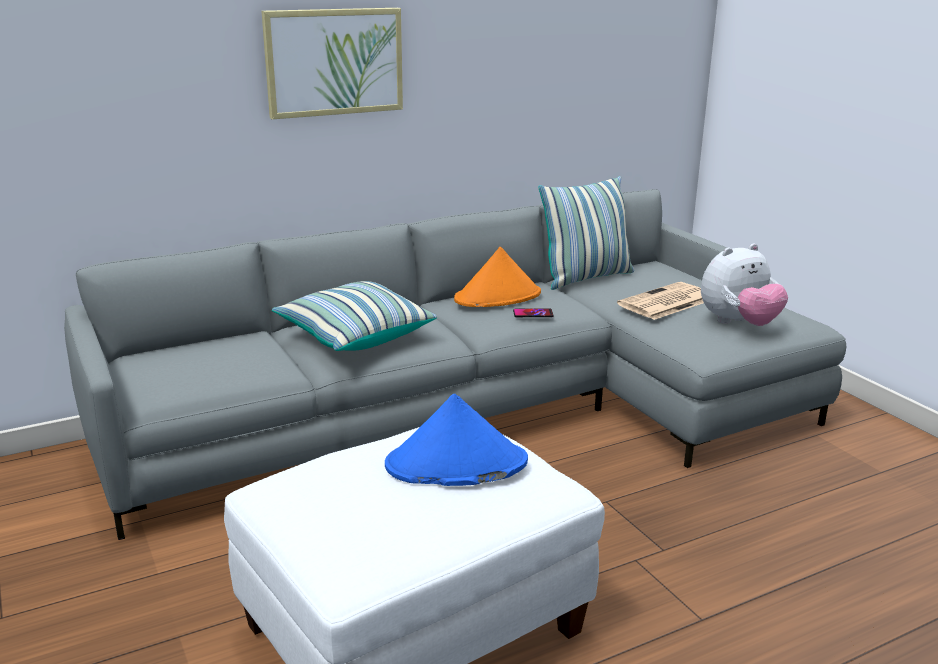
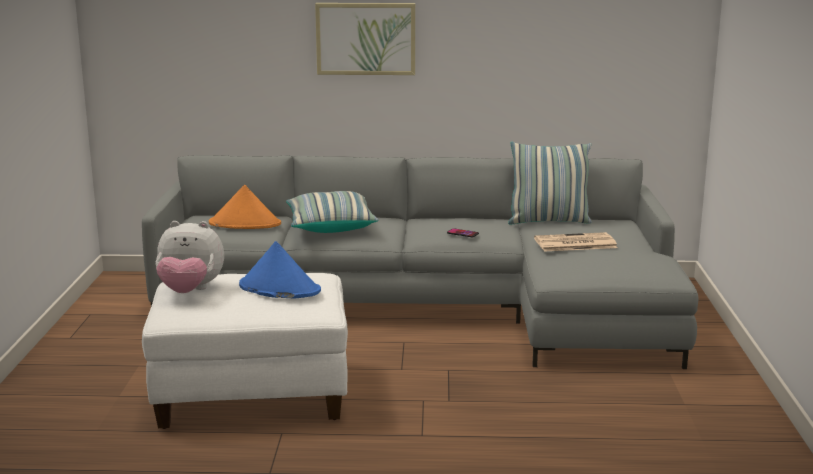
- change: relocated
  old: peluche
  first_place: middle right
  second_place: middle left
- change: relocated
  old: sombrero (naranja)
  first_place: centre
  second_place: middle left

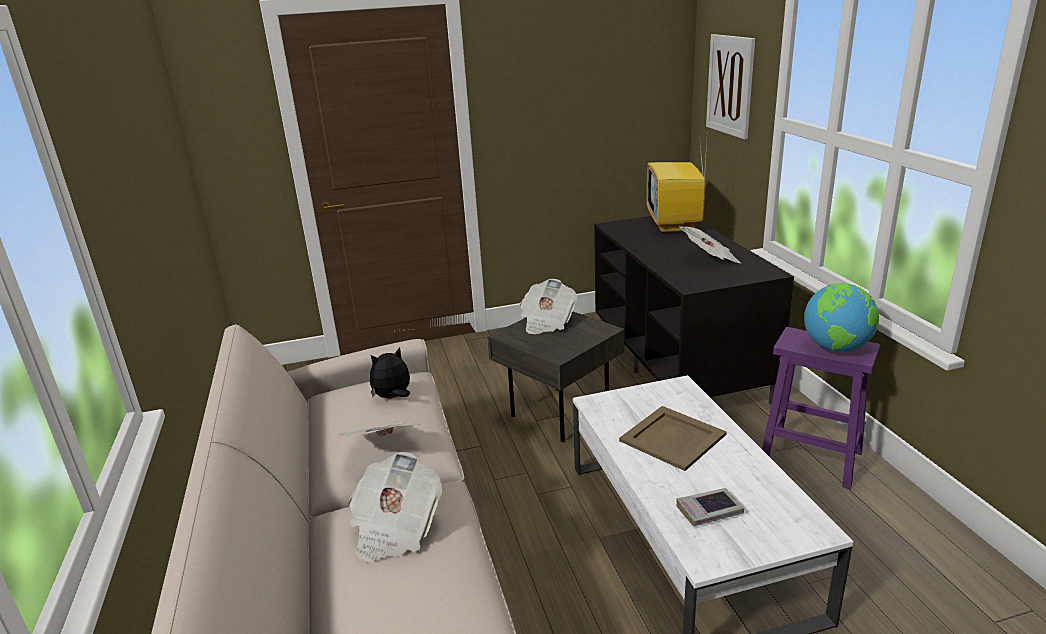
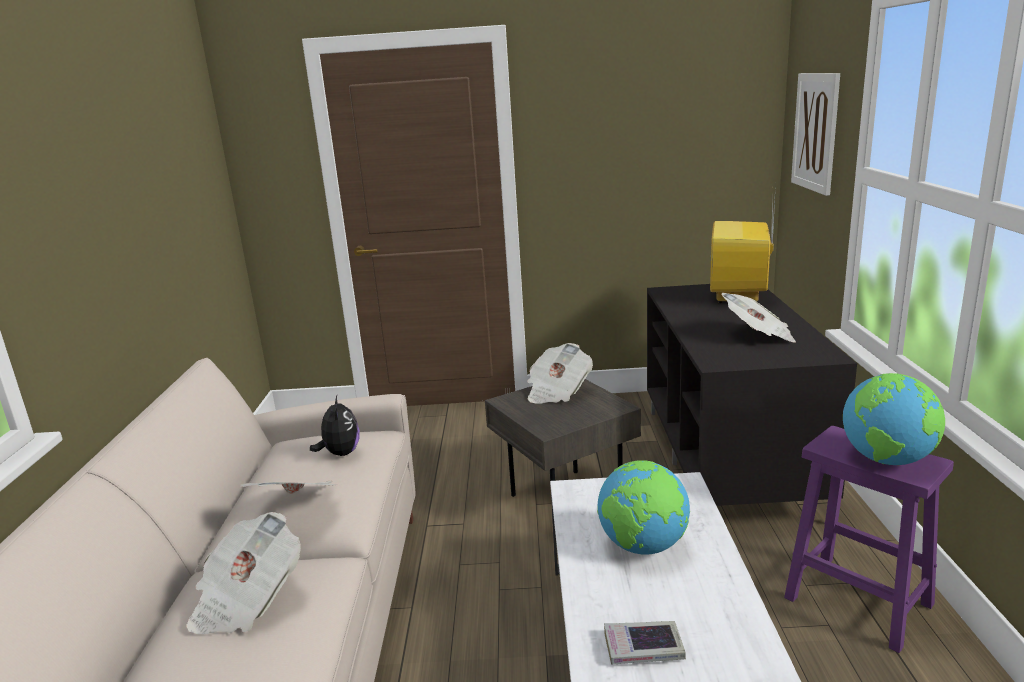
- change: spun
  old: peluche
  first_place: centre
  second_place: middle left
  degrees: 90
- change: exchanged
  old: bandeja (beis)
  new: globo terráqueo (no. 1 from left)
  first_place: bottom centre
  second_place: bottom centre

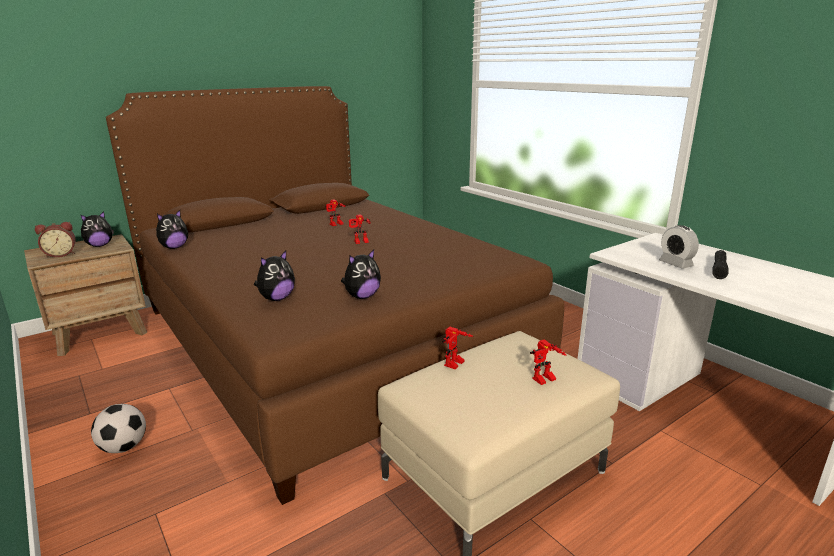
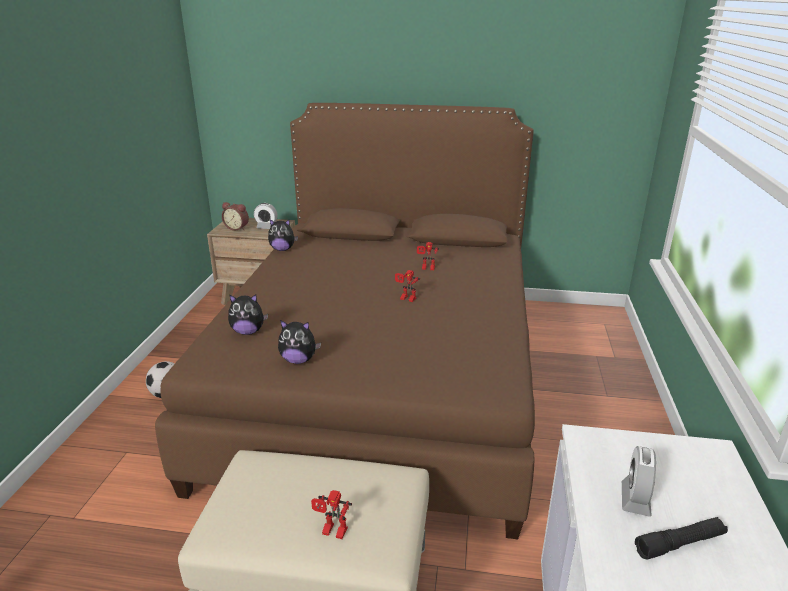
- change: exchanged
  old: peluche (no. 1 from left)
  new: despertador (no. 2 from left)
  first_place: middle left
  second_place: centre
- change: missing
  old: robot de juguete (no. 3 from left)
  first_place: centre

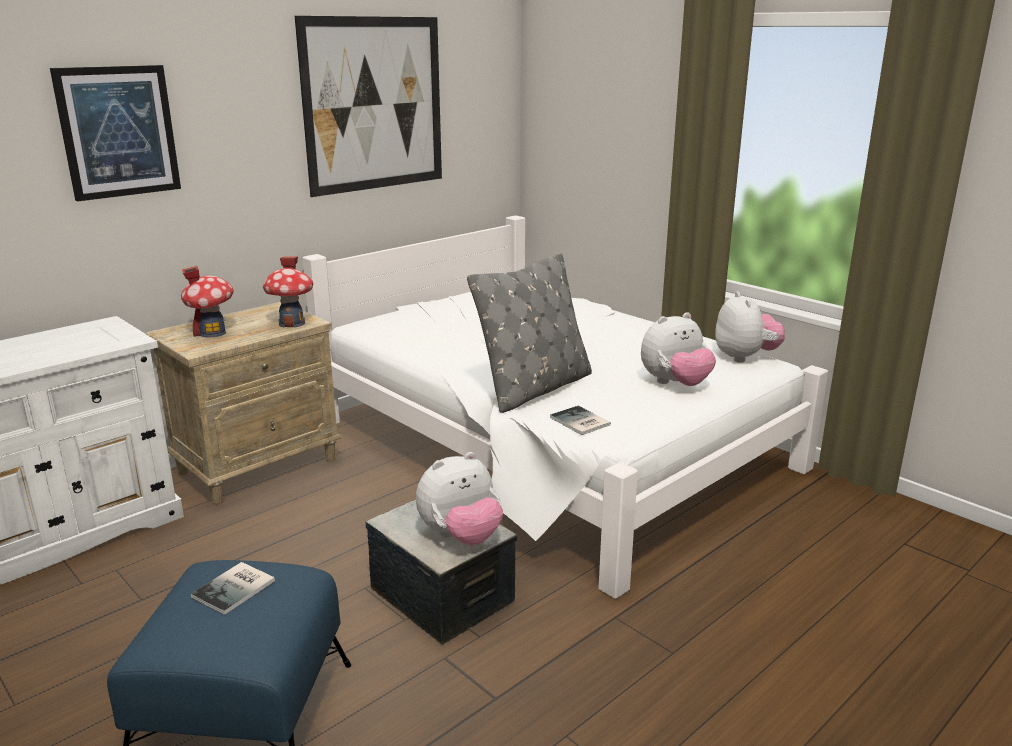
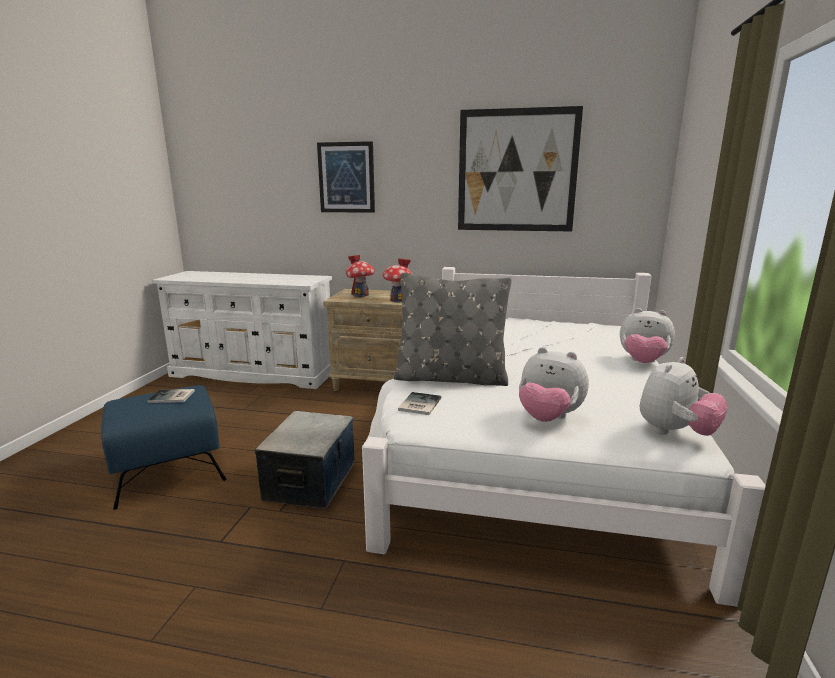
- change: relocated
  old: peluche (no. 1 from left in the first image)
  new: peluche (no. 2 from left)
  first_place: bottom centre
  second_place: middle right

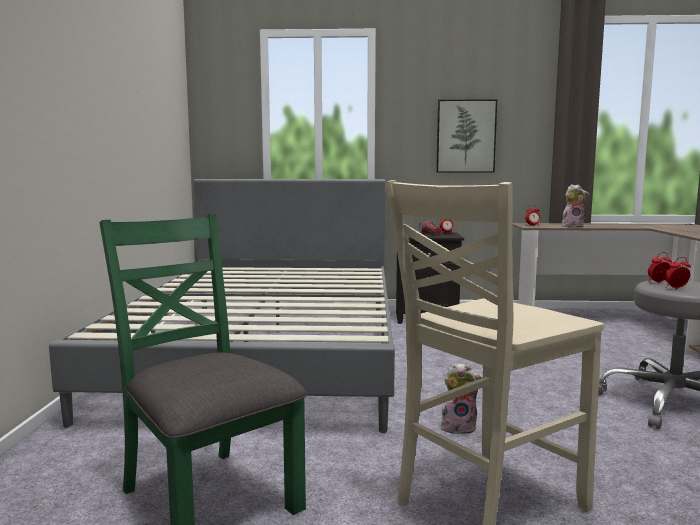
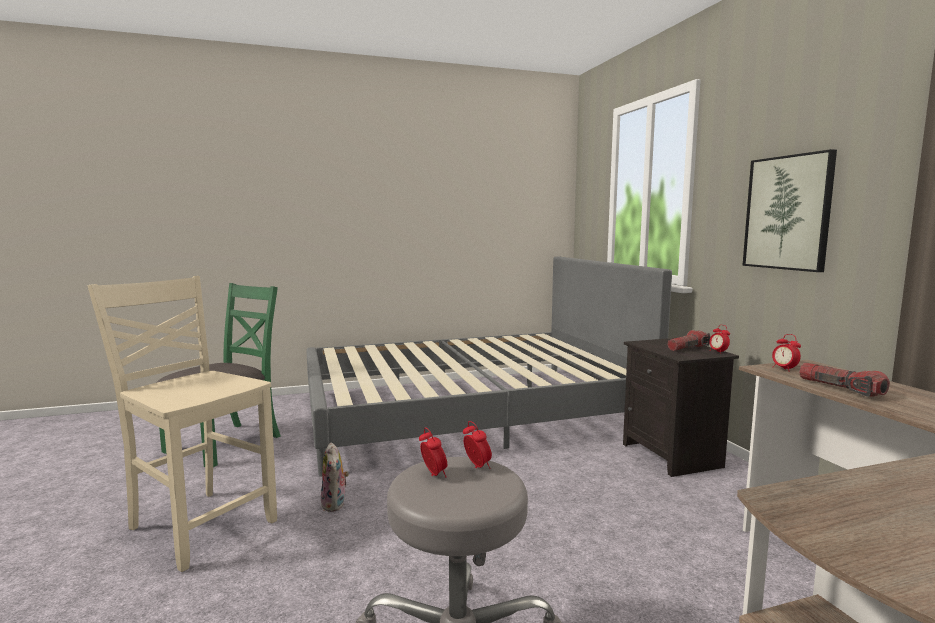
- change: exchanged
  old: peluche (no. 2 from left)
  new: linterna (no. 2 from left)
  first_place: middle right
  second_place: middle right

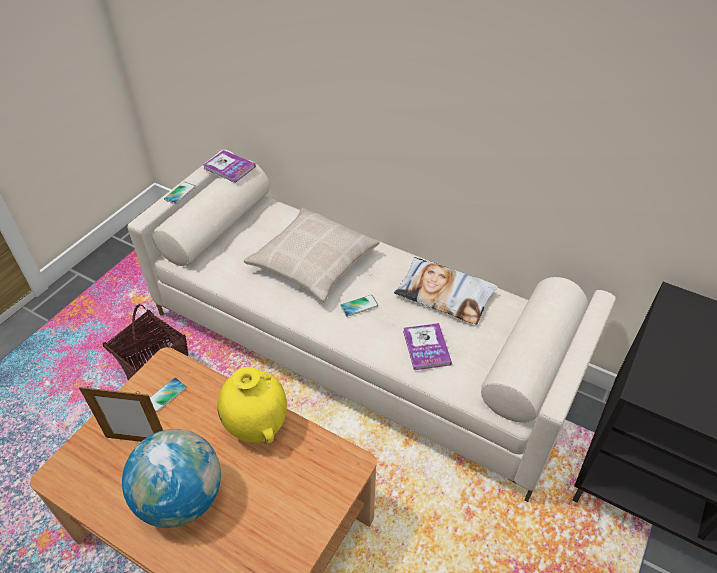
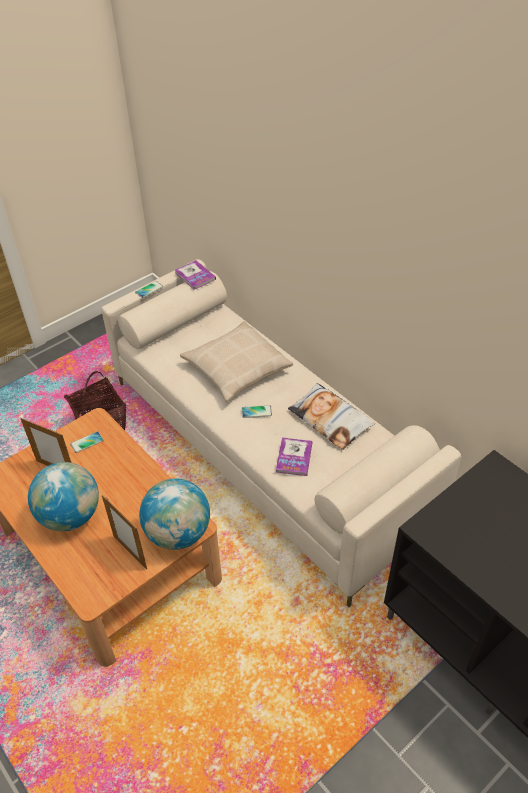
- change: appeared
  new: portarretratos (no. 2 from left)
  second_place: bottom left
- change: appeared
  new: globo terráqueo (no. 2 from left)
  second_place: middle left
- change: missing
  old: florero (amarillo)
  first_place: bottom centre

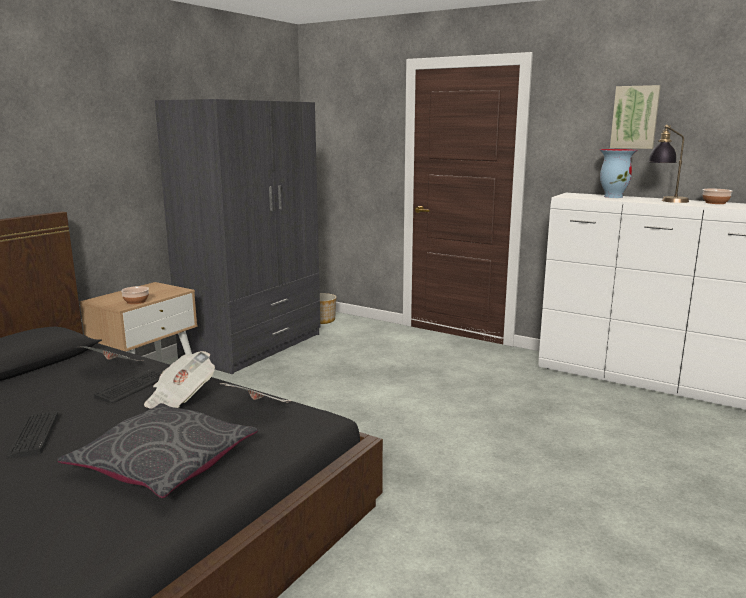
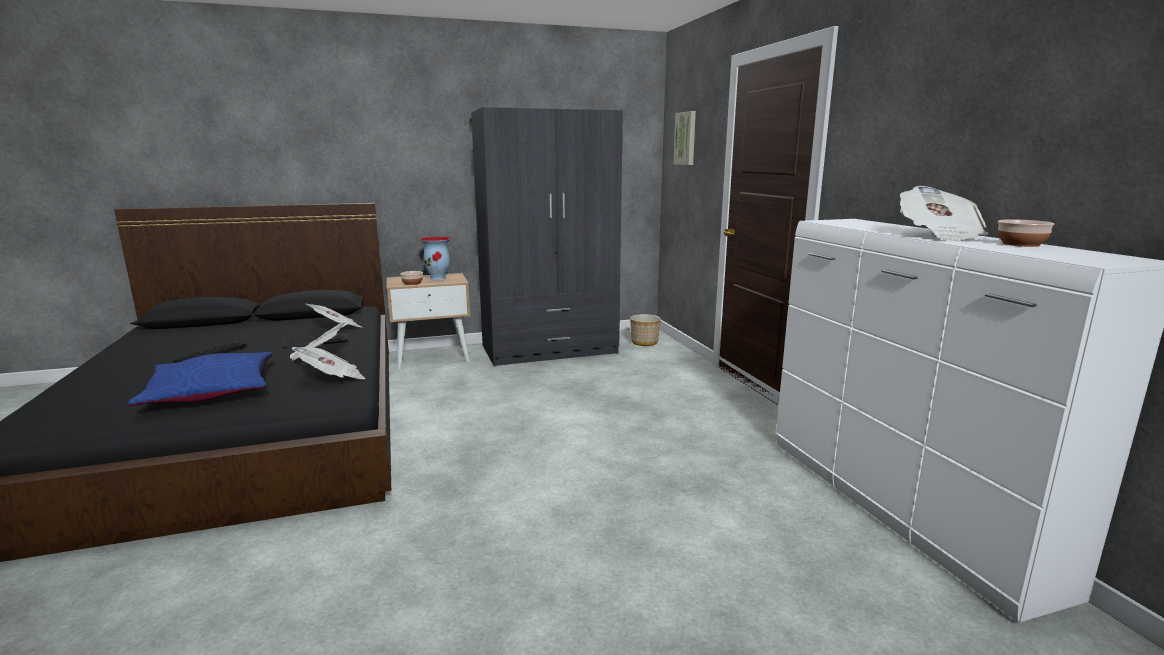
- change: colour
  old: cojín (gris)
  new: cojín (azul)
  first_place: bottom left
  second_place: middle left
- change: relocated
  old: florero
  first_place: top right
  second_place: centre
- change: relocated
  old: cuadro
  first_place: top right
  second_place: top centre
- change: exchanged
  old: lámpara de mesa
  new: periódico (no. 4 from left)
  first_place: top right
  second_place: top right

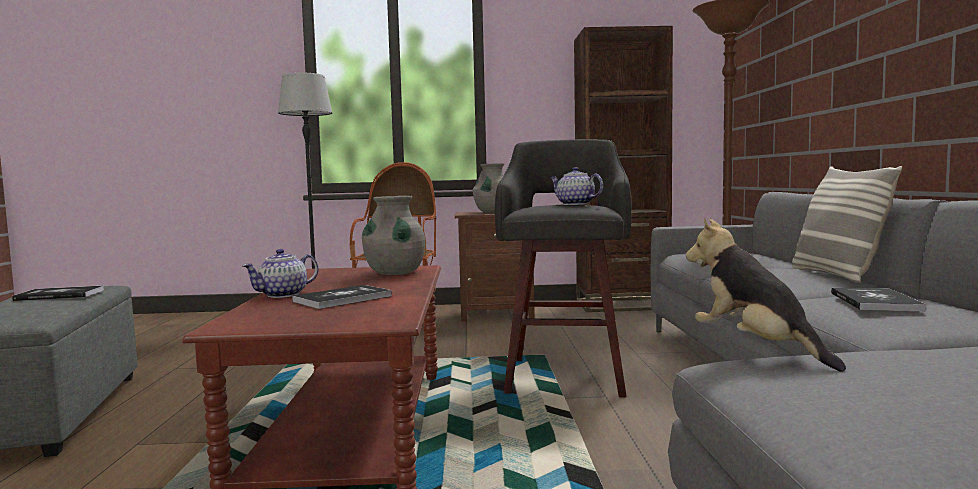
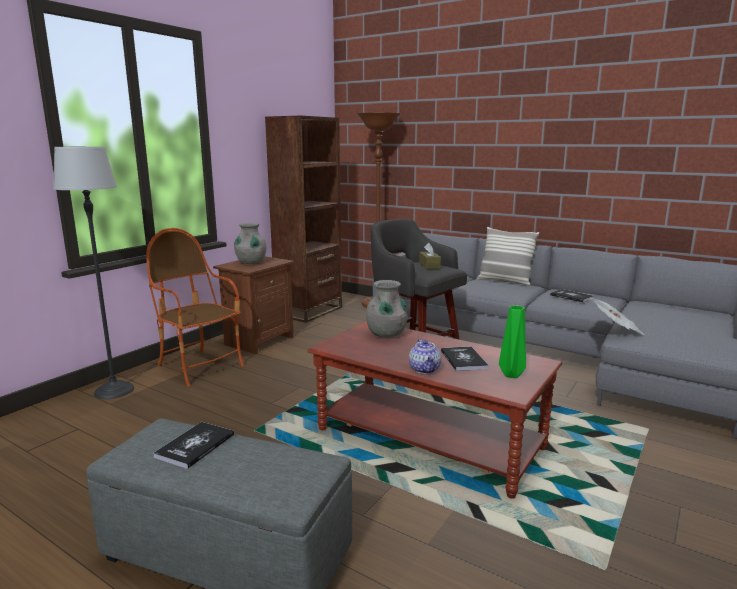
- change: exchanged
  old: tetera (no. 2 from left)
  new: caja de pañuelos (marrón)
  first_place: centre
  second_place: centre
- change: appeared
  new: florero (verde)
  second_place: middle right
- change: exchanged
  old: peluche
  new: periódico
  first_place: middle right
  second_place: middle right

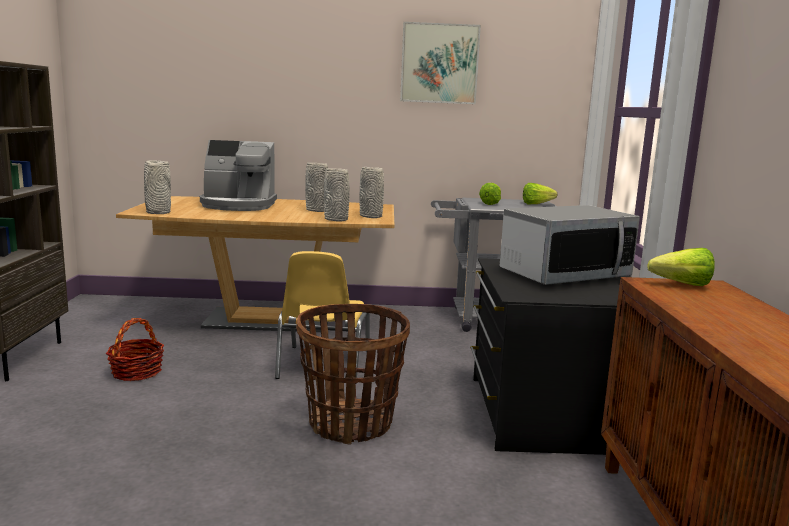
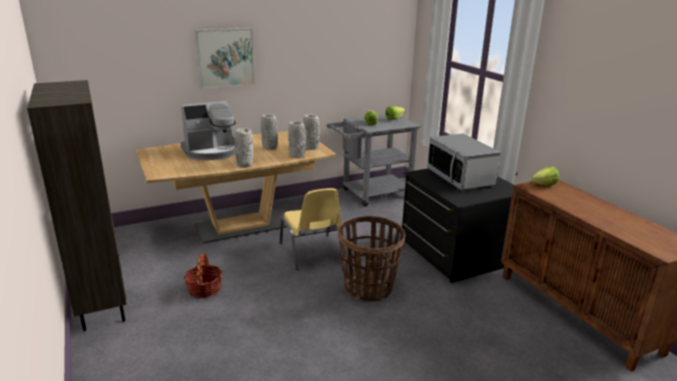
- change: relocated
  old: cuadro
  first_place: top centre
  second_place: top left
- change: relocated
  old: florero (gris) (no. 1 from left)
  first_place: middle left
  second_place: centre
- change: spun
  old: microondas
  first_place: middle right
  second_place: middle right
  degrees: 120

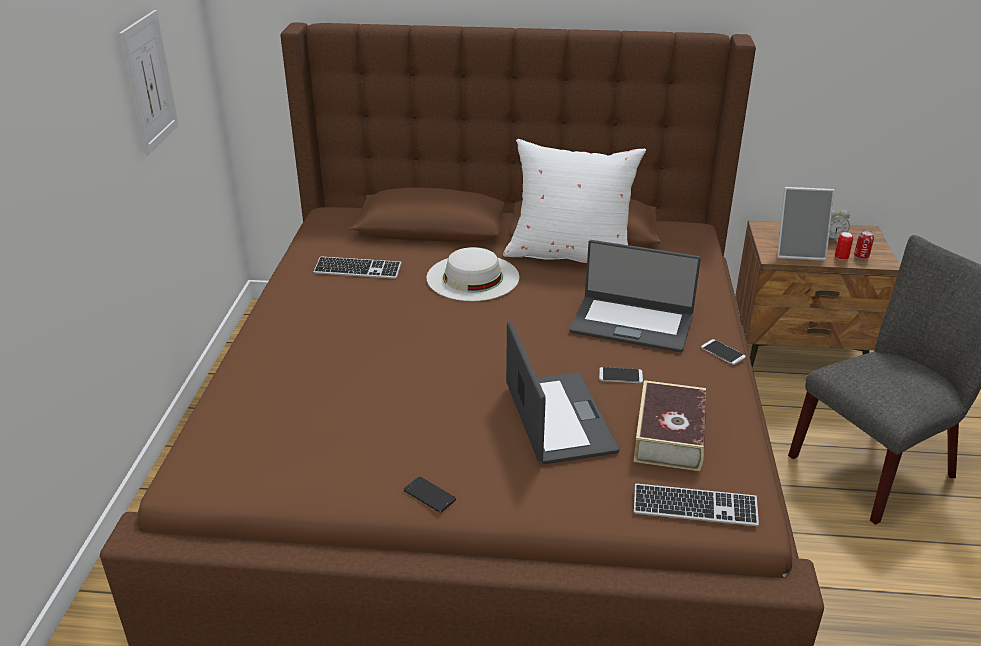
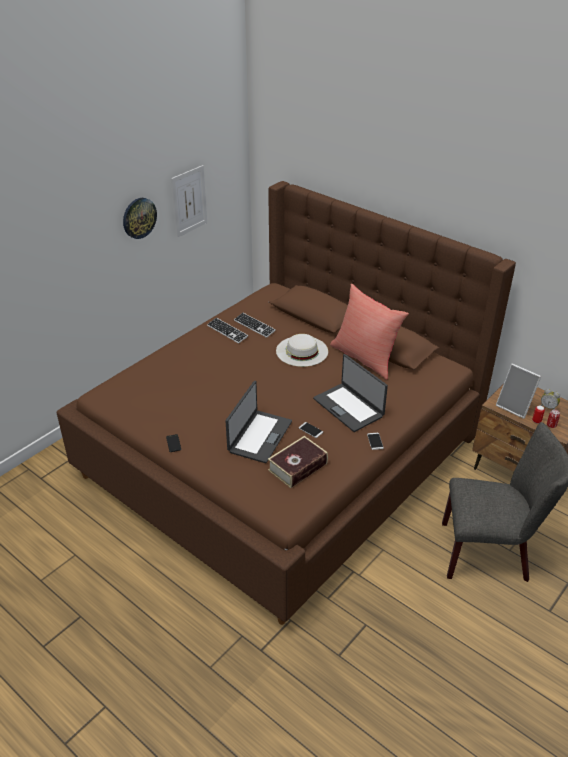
- change: appeared
  new: reloj de pared
  second_place: top left
- change: relocated
  old: teclado (no. 2 from left in the first image)
  new: teclado (no. 1 from left)
  first_place: bottom right
  second_place: centre
- change: colour
  old: cojín (blanco)
  new: cojín (rojo)
  first_place: top centre
  second_place: centre

